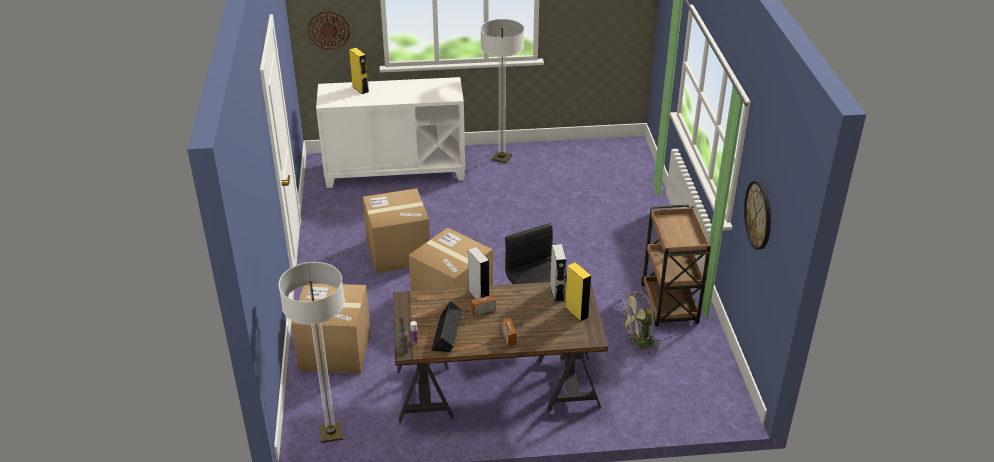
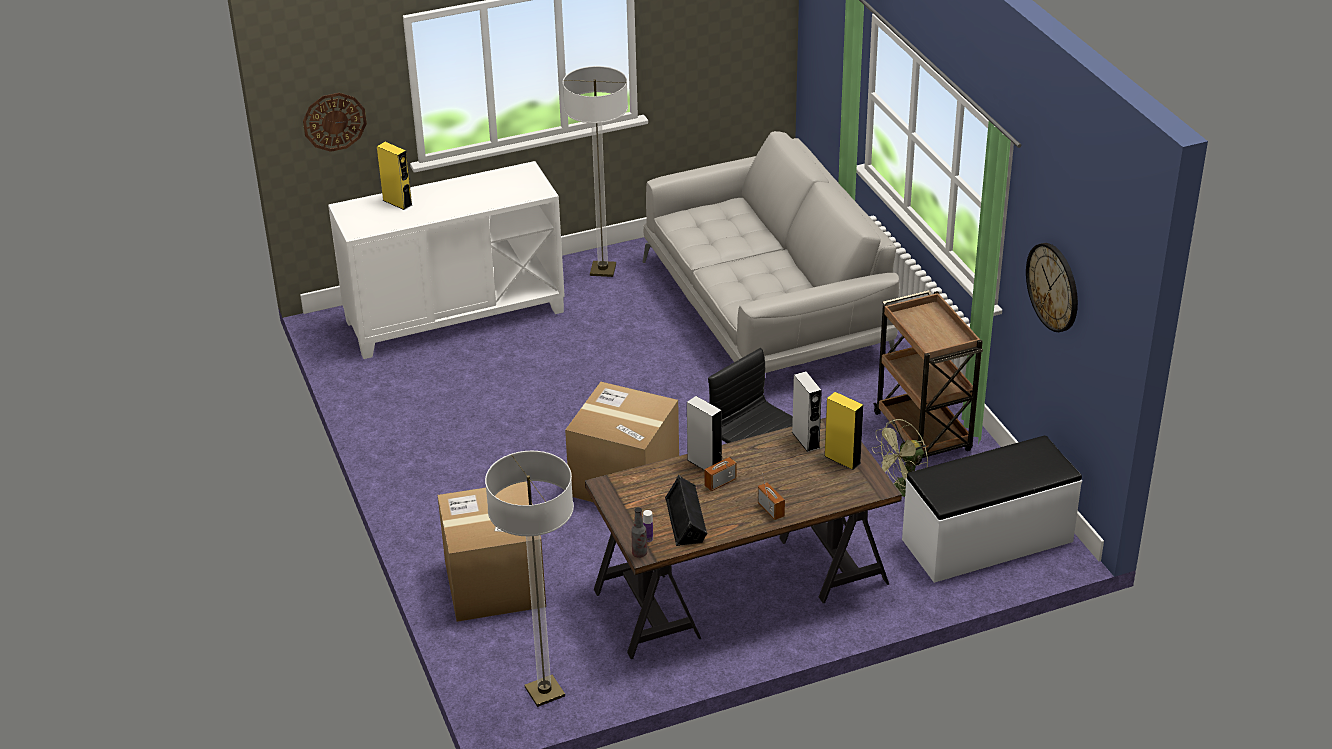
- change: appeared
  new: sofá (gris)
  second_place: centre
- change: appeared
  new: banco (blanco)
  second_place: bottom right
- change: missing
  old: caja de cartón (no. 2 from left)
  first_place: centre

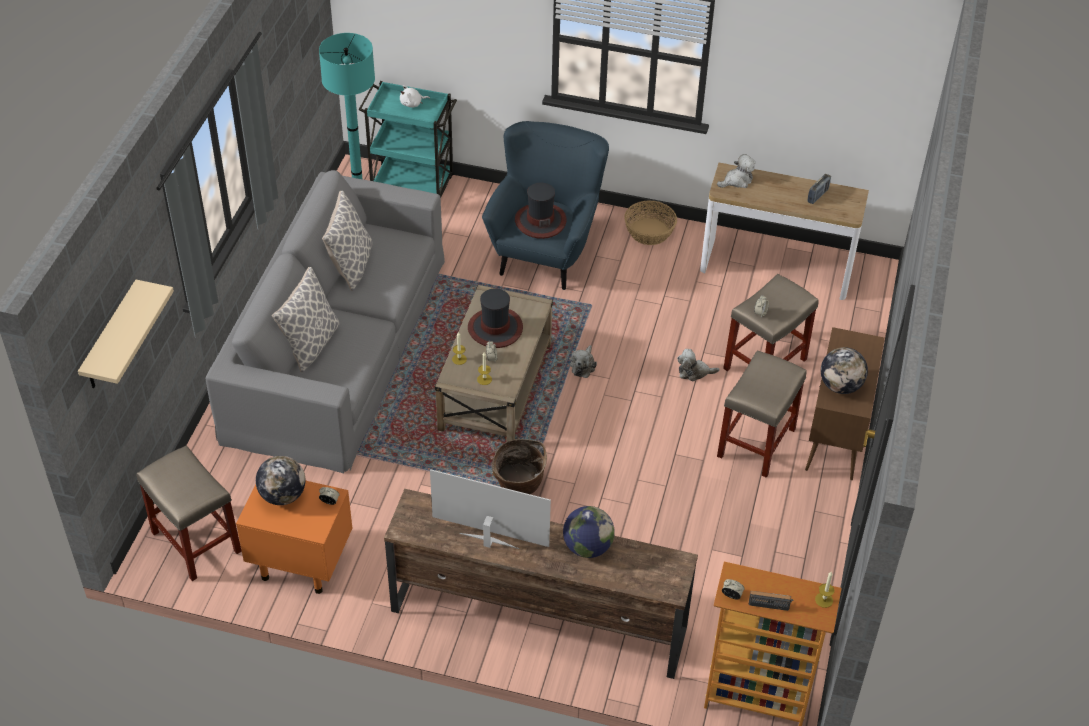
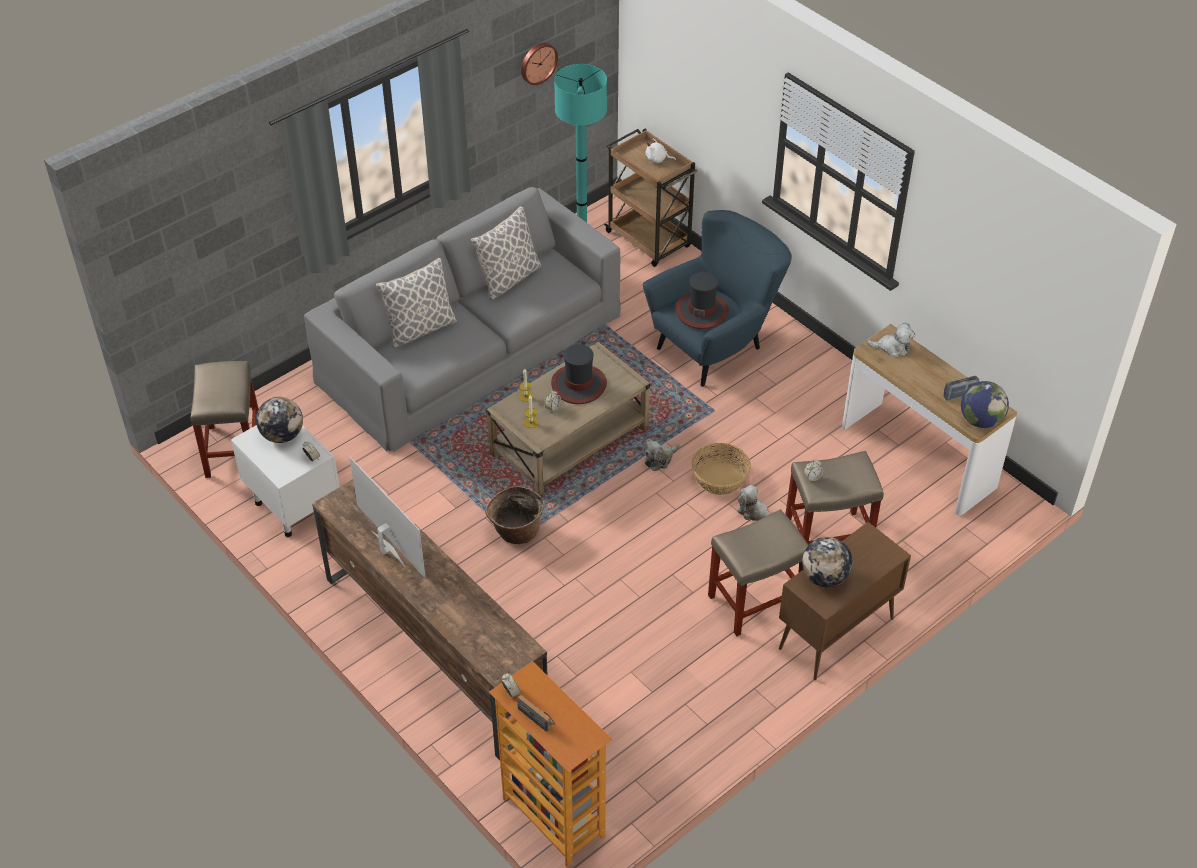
- change: colour
  old: mesita de noche (naranja)
  new: mesita de noche (blanco)
  first_place: bottom left
  second_place: middle left
- change: appeared
  new: reloj de pared
  second_place: top centre
- change: colour
  old: carrito (turquesa)
  new: carrito (marrón)
  first_place: top centre
  second_place: top centre
- change: relocated
  old: cesta (no. 2 from left)
  first_place: top centre
  second_place: centre
- change: relocated
  old: globo terráqueo (no. 2 from left in the first image)
  new: globo terráqueo (no. 3 from left)
  first_place: bottom centre
  second_place: middle right
- change: missing
  old: estante (beis)
  first_place: middle left
- change: missing
  old: vela (no. 3 from left)
  first_place: bottom right

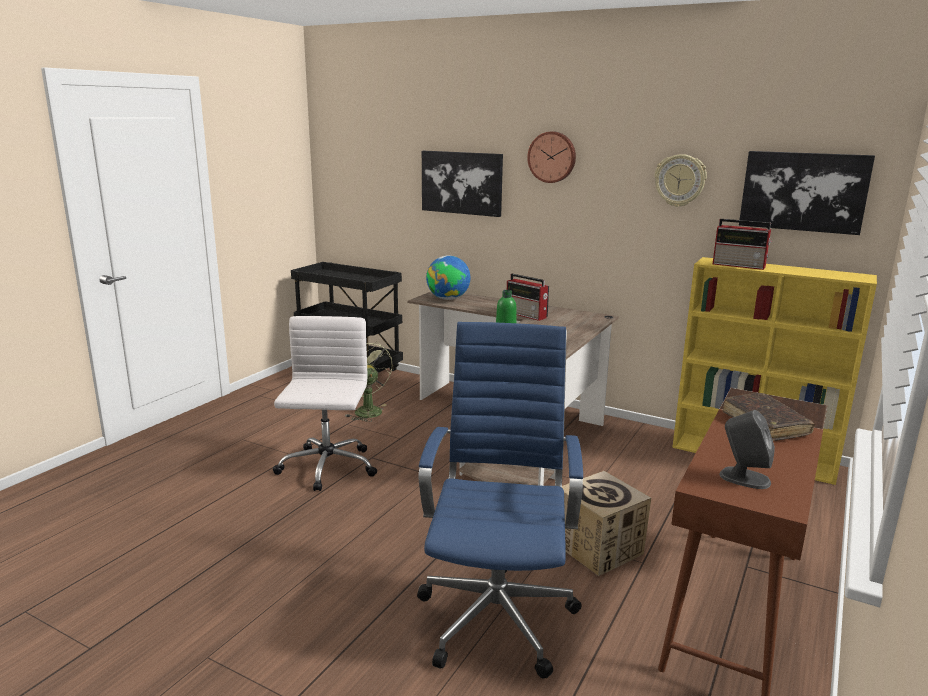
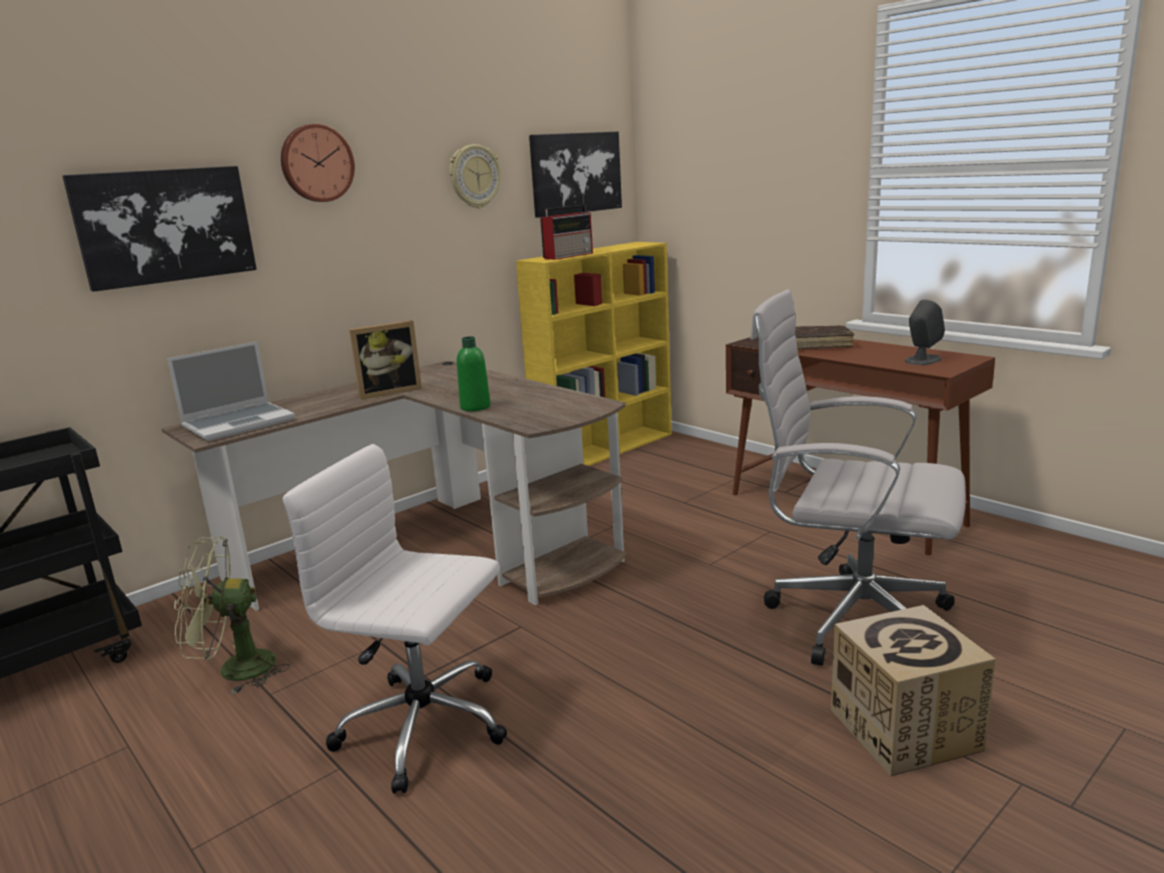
- change: exchanged
  old: globo terráqueo
  new: portátil
  first_place: centre
  second_place: middle left
- change: exchanged
  old: radio (no. 1 from left)
  new: portarretratos
  first_place: centre
  second_place: middle left
- change: colour
  old: silla de oficina (azul)
  new: silla de oficina (blanco) (no. 2 from left)
  first_place: bottom centre
  second_place: middle right
- change: relocated
  old: caja de cartón
  first_place: bottom centre
  second_place: bottom right

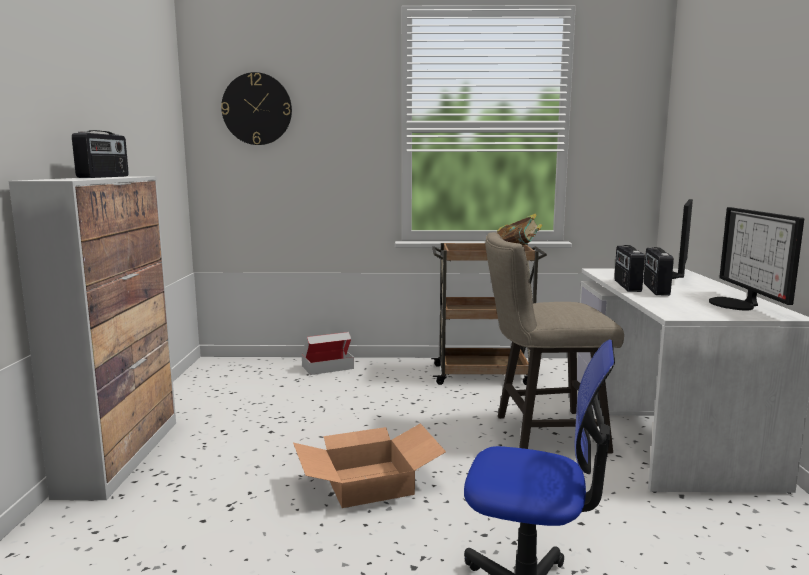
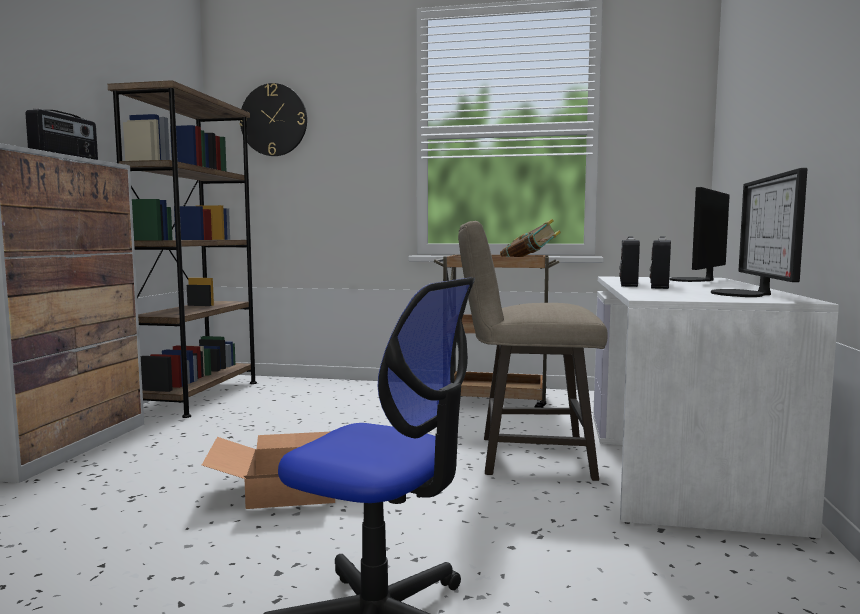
- change: appeared
  new: estantería (marrón)
  second_place: middle left
- change: missing
  old: caja de cartón (no. 1 from left)
  first_place: centre

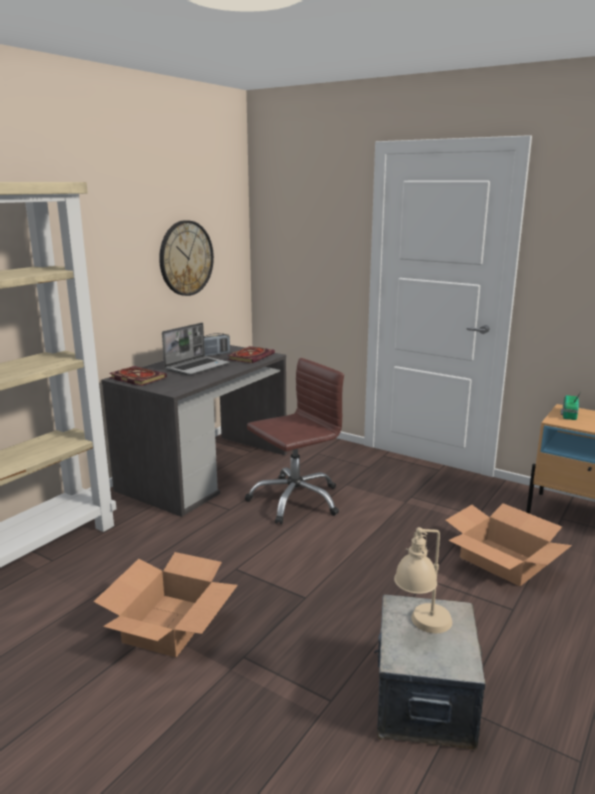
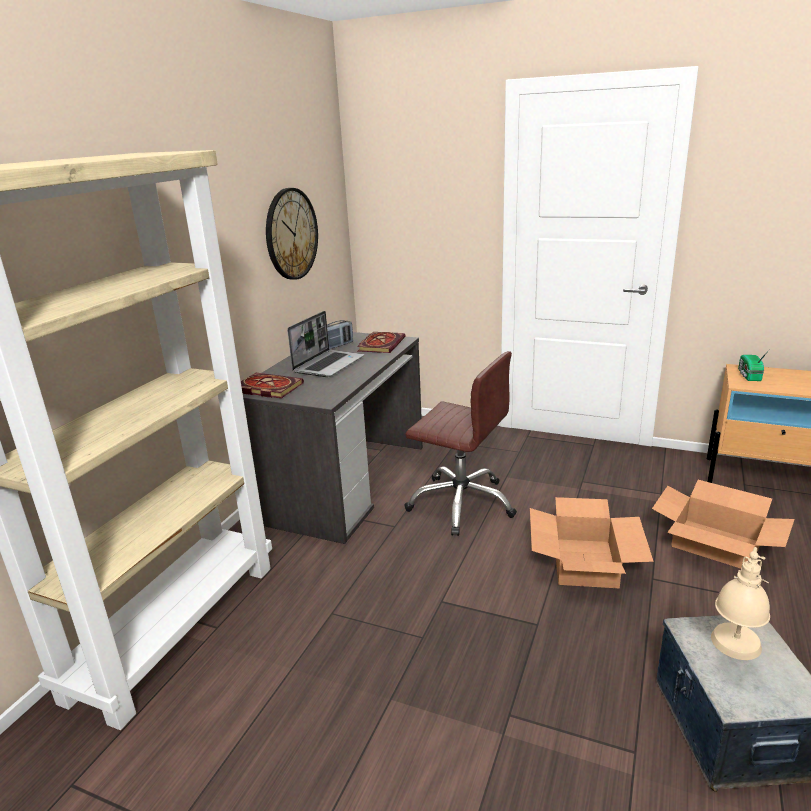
- change: spun
  old: silla de oficina (marrón)
  first_place: centre
  second_place: centre
  degrees: 75
- change: relocated
  old: caja de cartón (no. 1 from left)
  first_place: bottom left
  second_place: bottom right

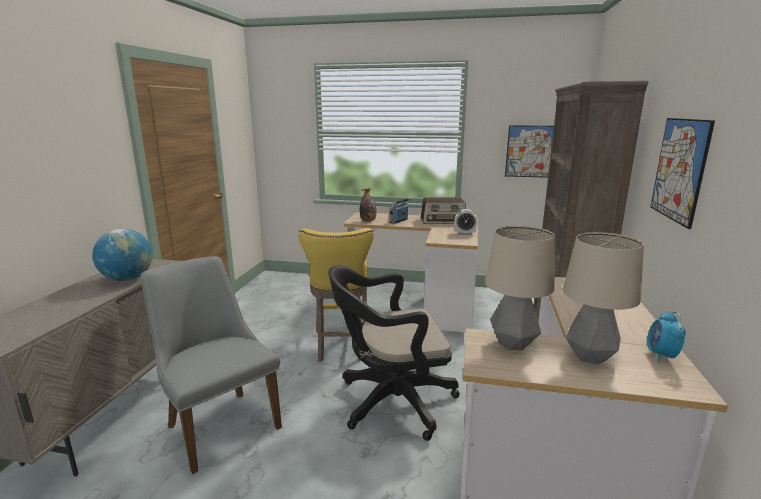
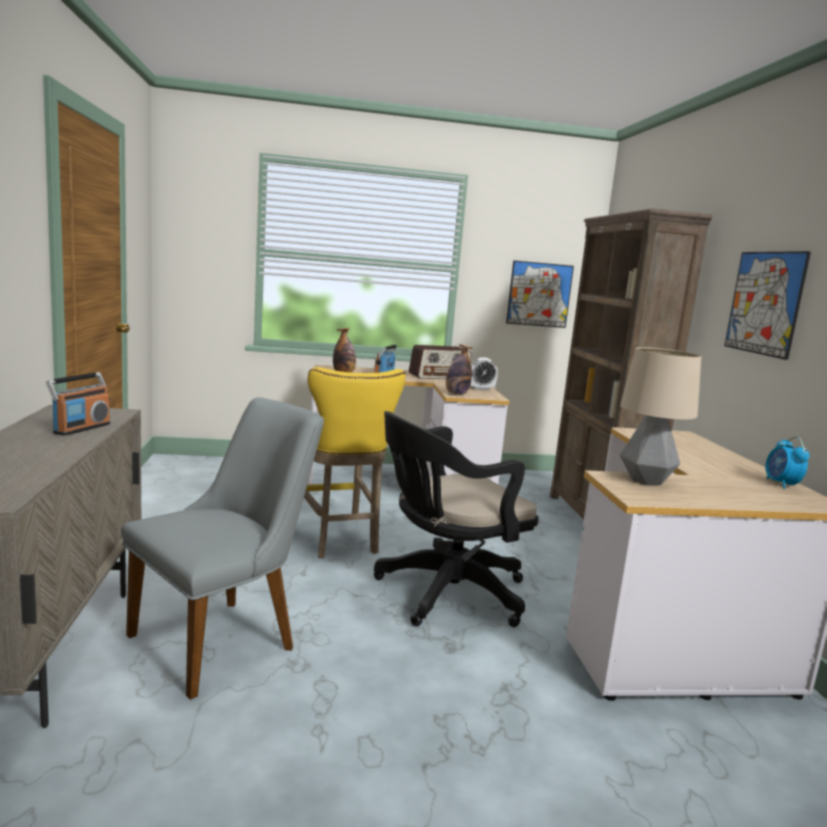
- change: exchanged
  old: globo terráqueo
  new: radio (no. 1 from left)
  first_place: middle left
  second_place: middle left
- change: spun
  old: silla (gris)
  first_place: bottom left
  second_place: middle left
  degrees: 105
- change: appeared
  new: botella (no. 2 from left)
  second_place: centre
- change: missing
  old: lámpara de mesa (no. 2 from left)
  first_place: middle right

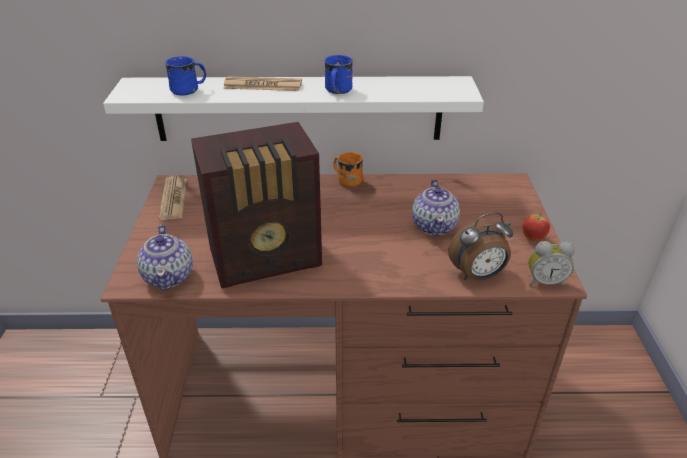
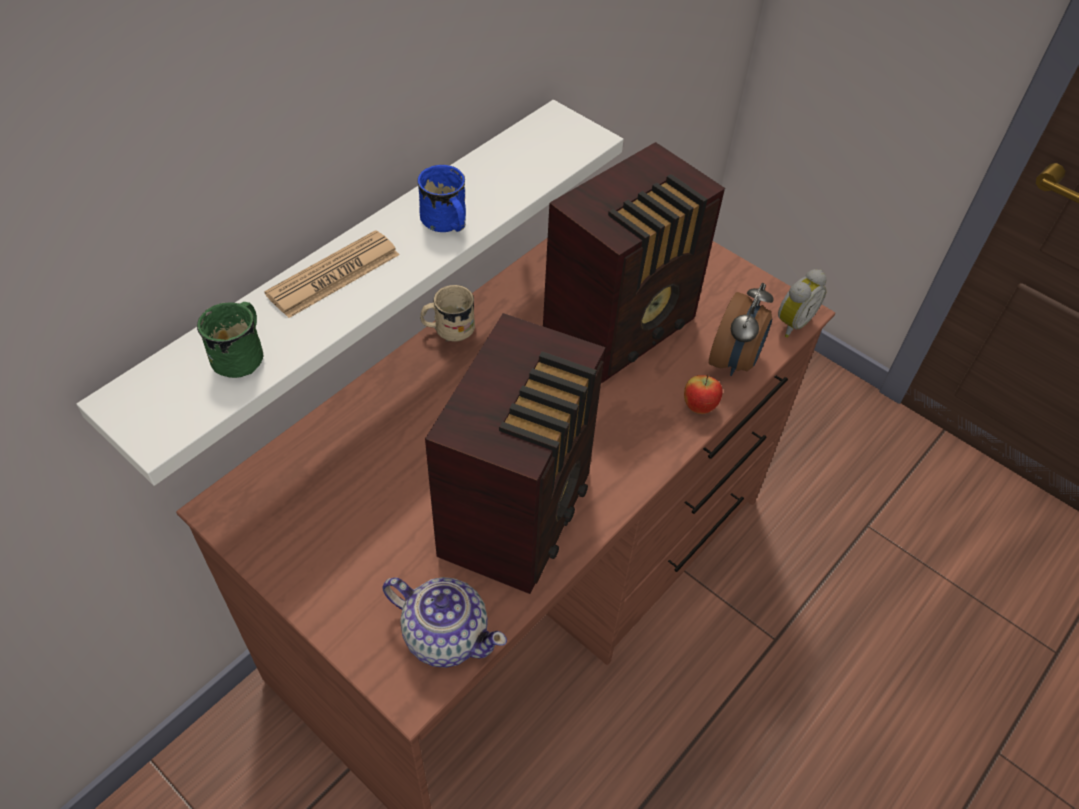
- change: colour
  old: taza grande (azul) (no. 1 from left)
  new: taza grande (verde)
  first_place: top left
  second_place: middle left
- change: colour
  old: taza grande (naranja)
  new: taza grande (beis)
  first_place: centre
  second_place: centre
- change: exchanged
  old: tetera (no. 2 from left)
  new: radio (no. 2 from left)
  first_place: centre
  second_place: top centre
- change: relocated
  old: manzana
  first_place: middle right
  second_place: centre
- change: missing
  old: periódico (no. 1 from left)
  first_place: middle left

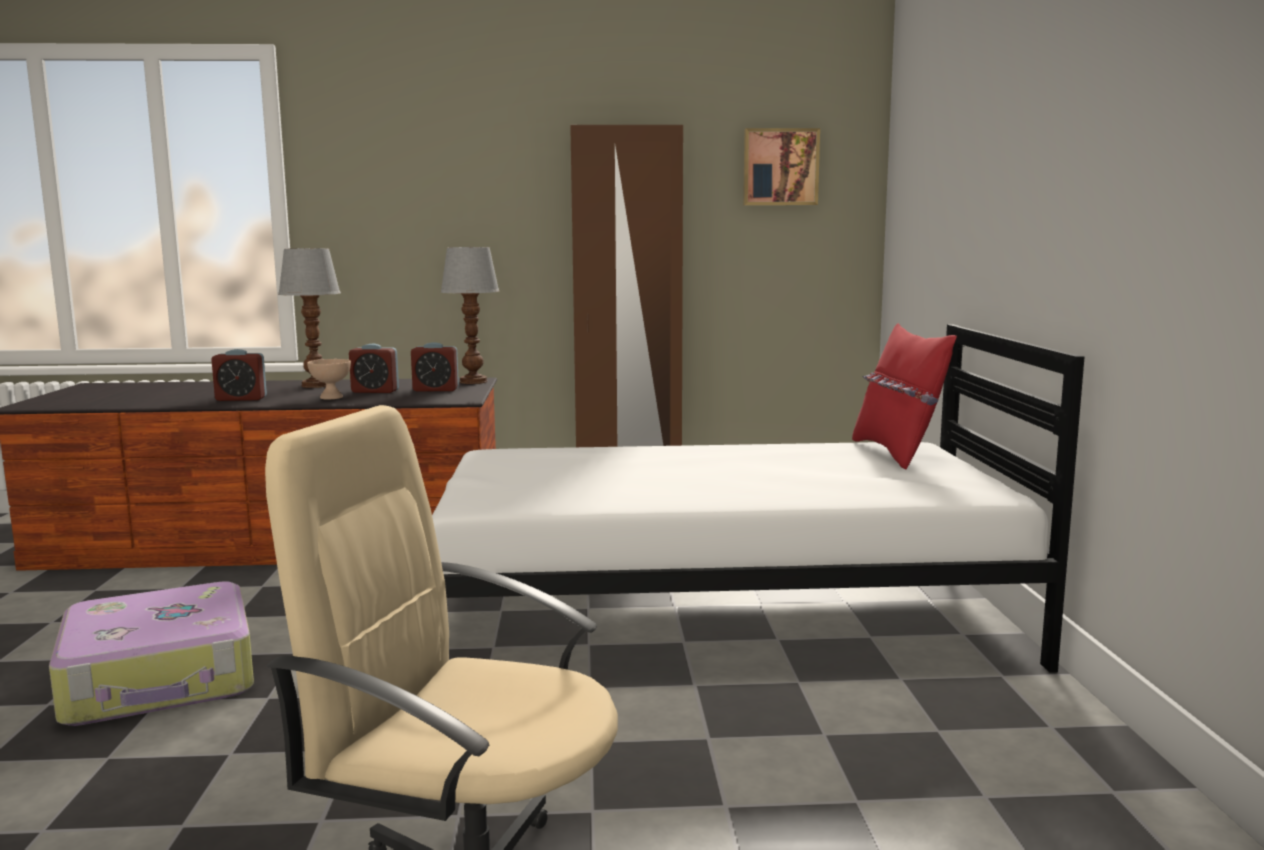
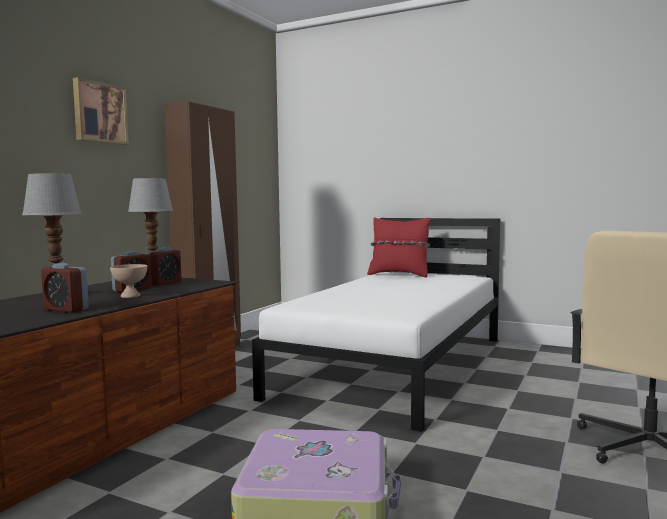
- change: spun
  old: despertador (no. 1 from left)
  first_place: middle left
  second_place: middle left
  degrees: 90
- change: relocated
  old: cuadro
  first_place: top centre
  second_place: top left

